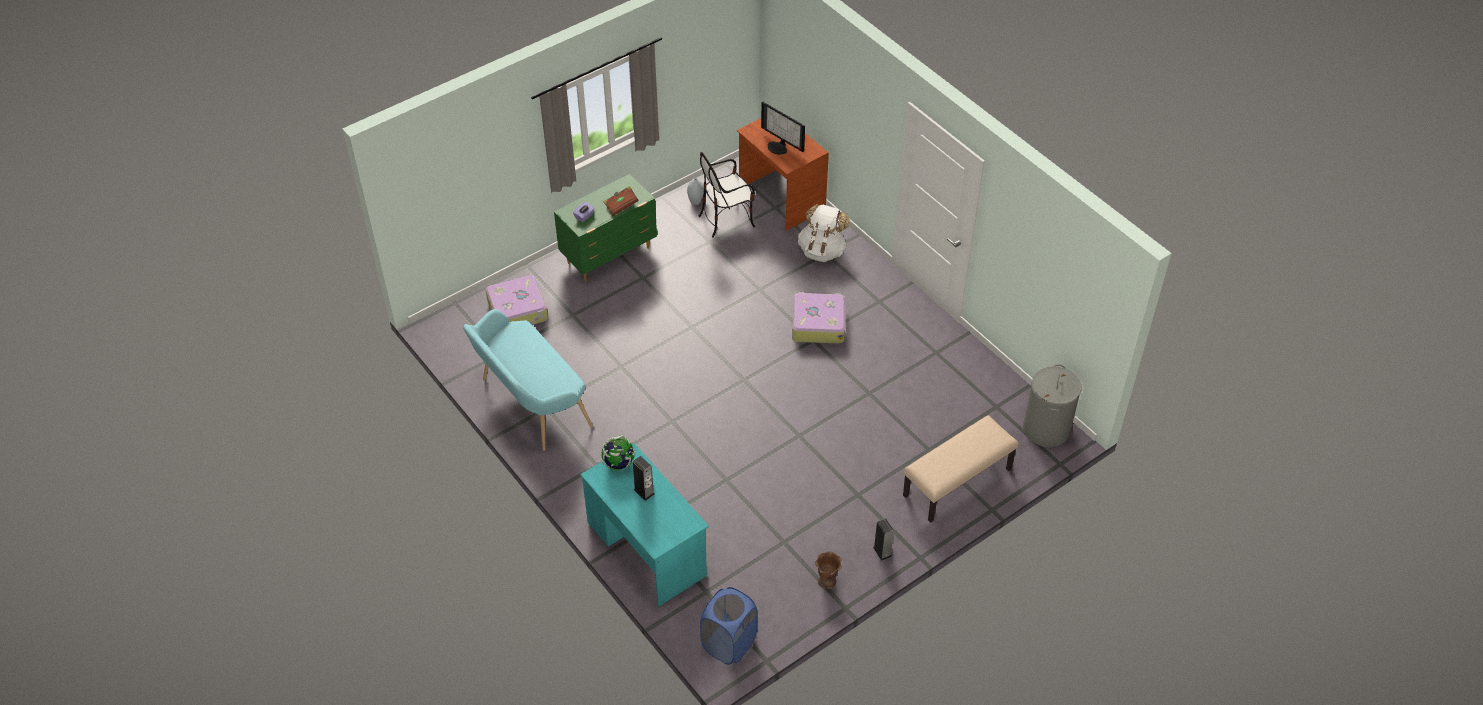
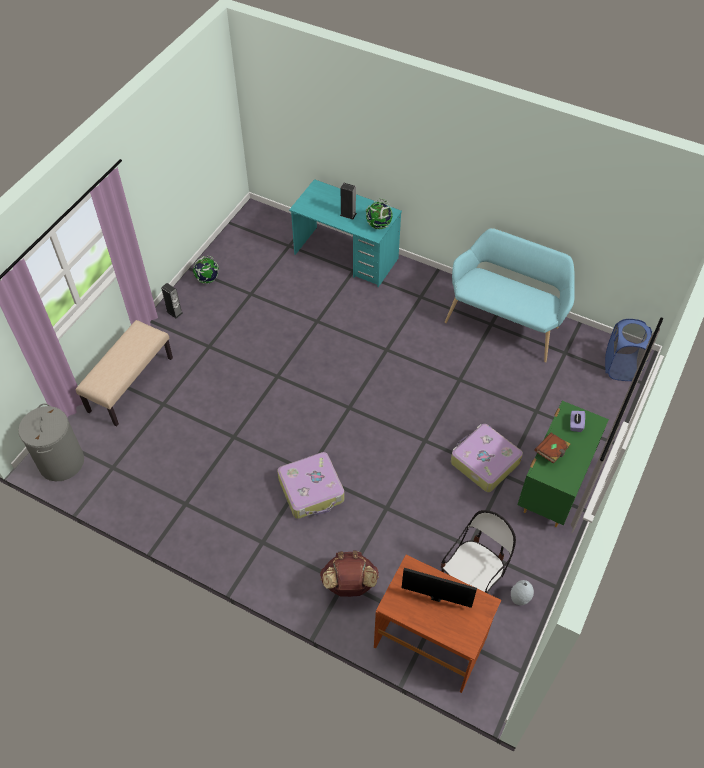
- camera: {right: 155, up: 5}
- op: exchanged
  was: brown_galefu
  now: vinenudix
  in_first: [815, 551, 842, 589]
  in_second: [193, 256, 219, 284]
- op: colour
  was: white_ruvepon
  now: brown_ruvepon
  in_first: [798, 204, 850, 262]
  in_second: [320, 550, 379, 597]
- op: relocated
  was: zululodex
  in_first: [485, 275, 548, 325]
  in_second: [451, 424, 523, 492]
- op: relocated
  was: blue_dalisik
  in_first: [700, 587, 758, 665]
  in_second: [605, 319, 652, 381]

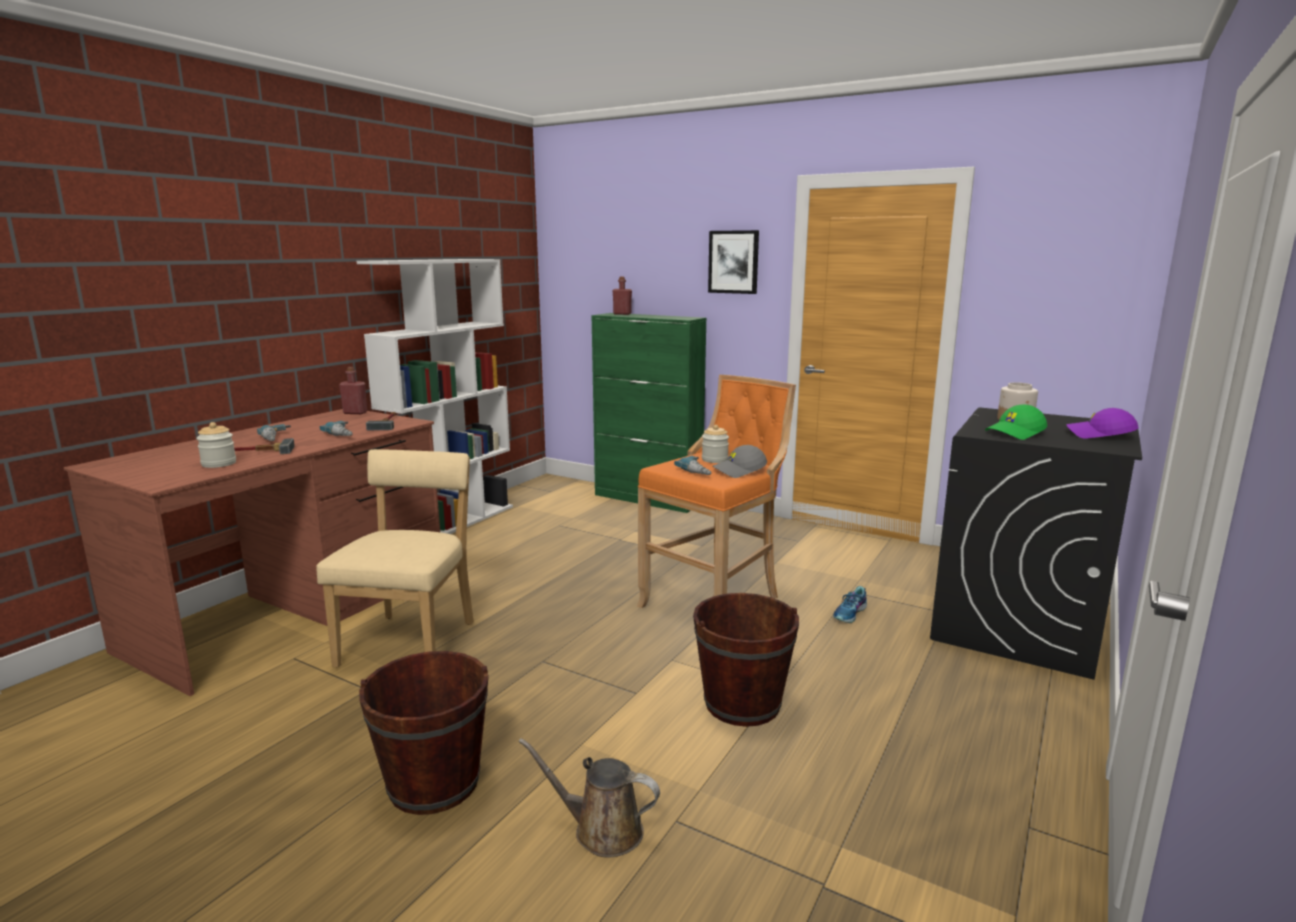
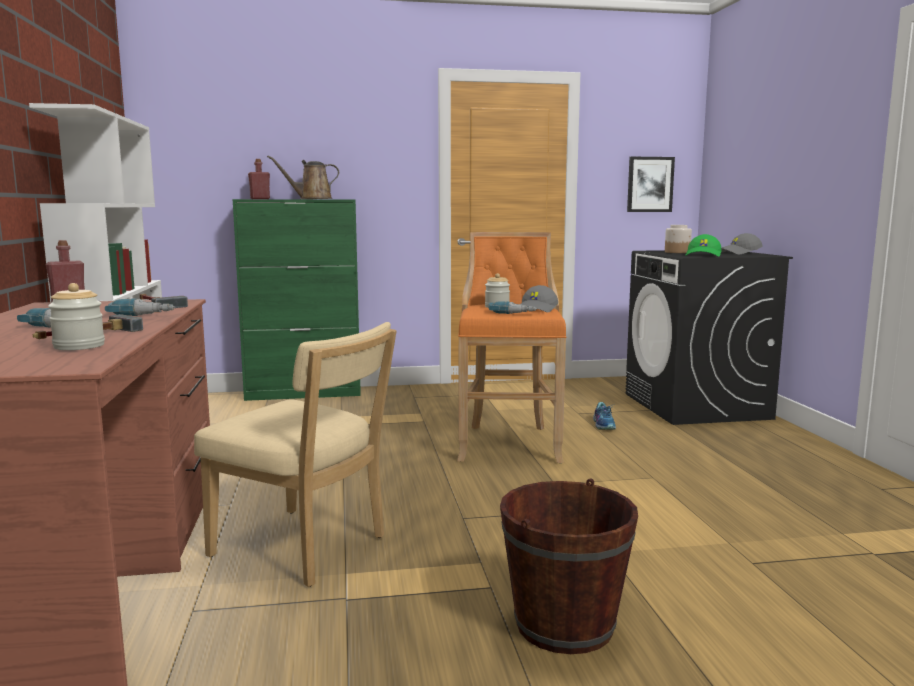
- camera: {right: -40, up: -5}
- op: spun
  was: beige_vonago
  in_first: [316, 449, 474, 668]
  in_second: [194, 322, 397, 587]
  clockwise: 150
- op: relocated
  was: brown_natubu
  in_first: [518, 738, 660, 858]
  in_second: [267, 155, 339, 199]
- op: relocated
  was: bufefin
  in_first: [708, 230, 759, 294]
  in_second: [627, 157, 675, 212]
- op: colour
  was: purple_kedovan
  now: grey_kedovan
  in_first: [1067, 408, 1139, 439]
  in_second: [721, 233, 763, 254]
- op: missing
  was: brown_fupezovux
  in_first: [693, 593, 799, 727]

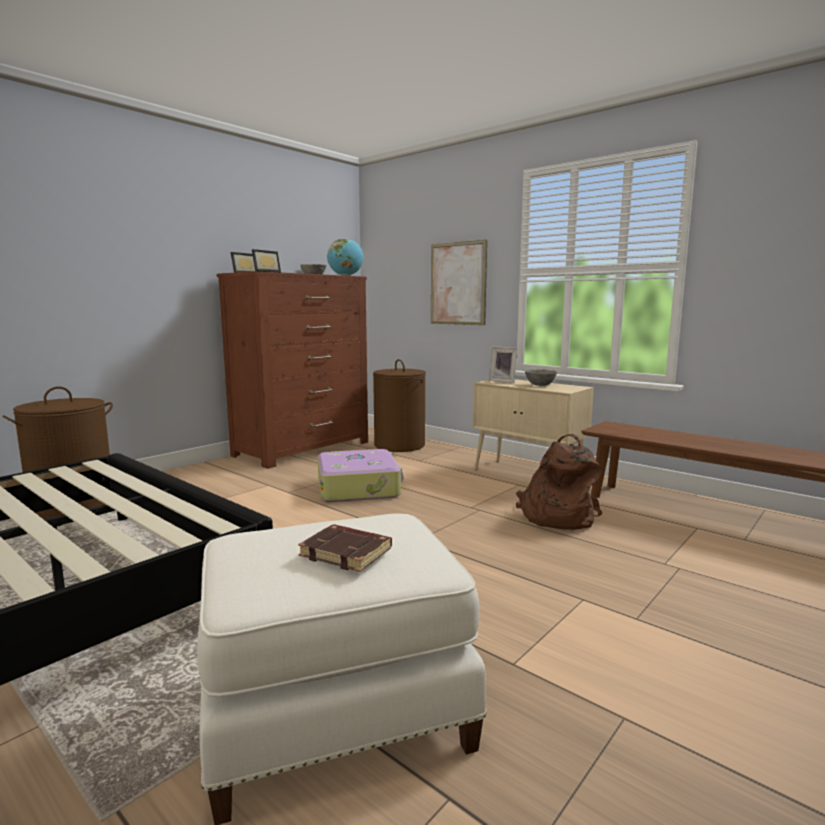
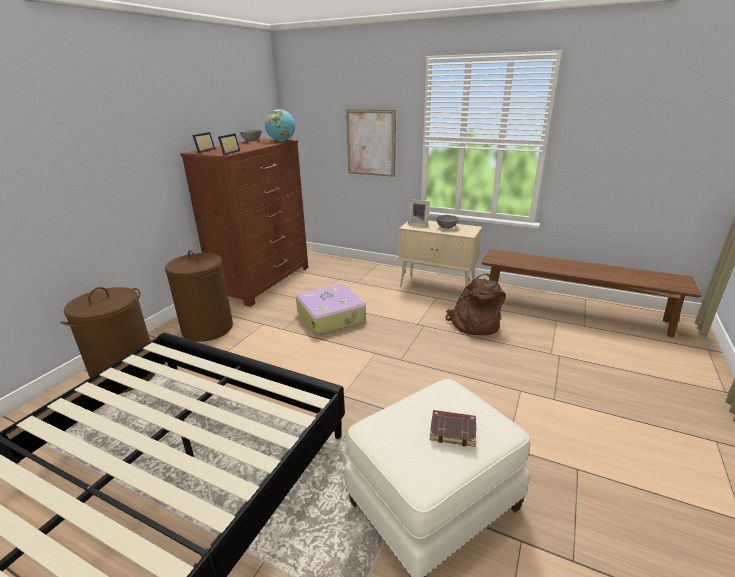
- camera: {right: -15, up: 15}
- op: relocated
  was: brown_dalisik
  in_first: [373, 359, 426, 452]
  in_second: [165, 250, 233, 342]

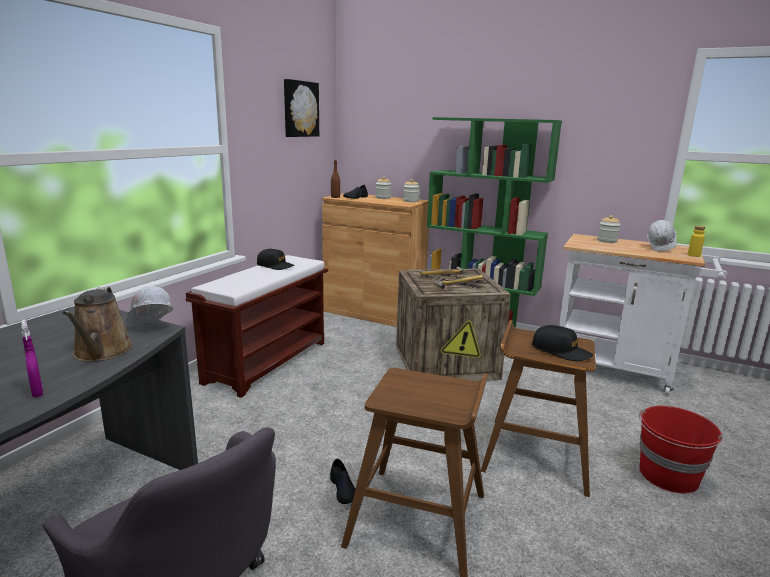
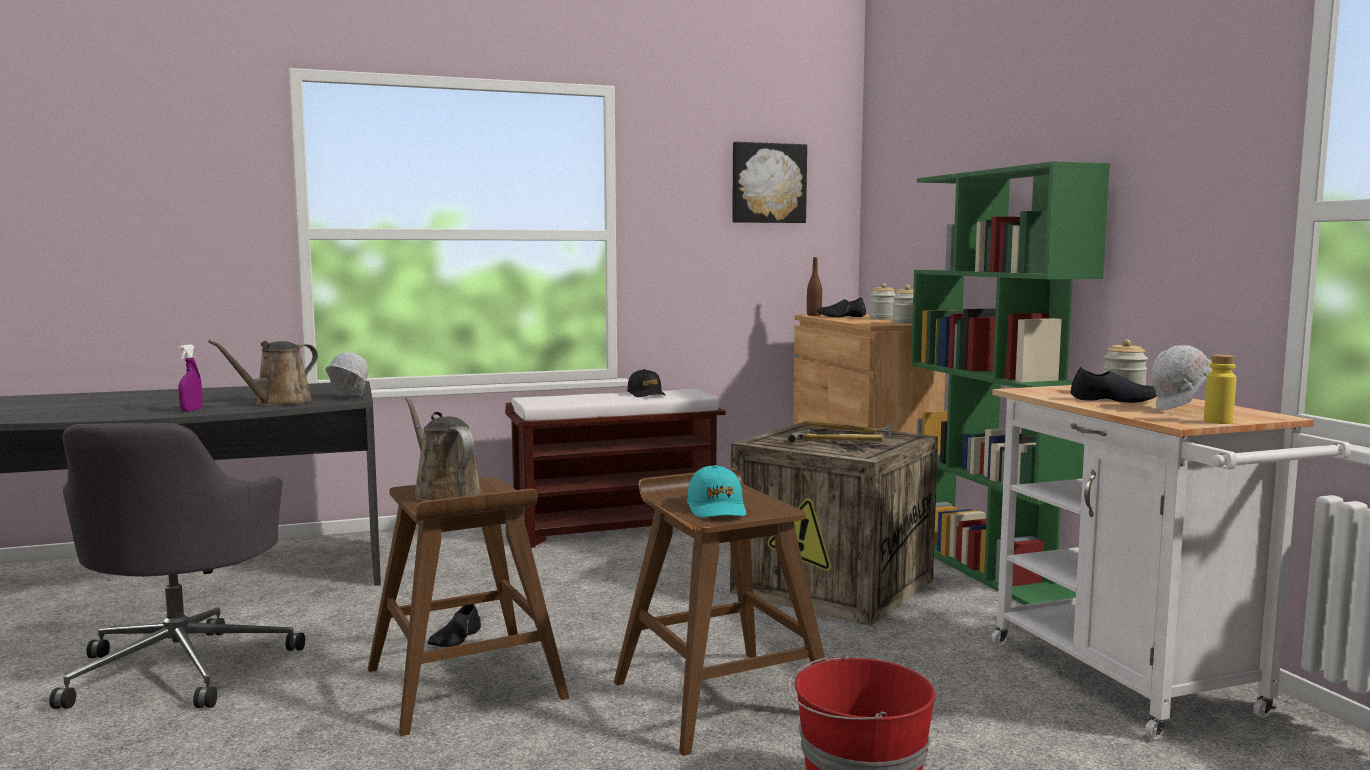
- camera: {right: 45, up: -10}
- op: appeared
  now: brown_natubu
  in_second: [405, 397, 482, 501]
- op: colour
  was: black_kedovan
  now: turquoise_kedovan
  in_first: [532, 325, 593, 361]
  in_second: [687, 465, 746, 518]
- op: appeared
  now: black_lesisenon
  in_second: [1070, 367, 1157, 403]

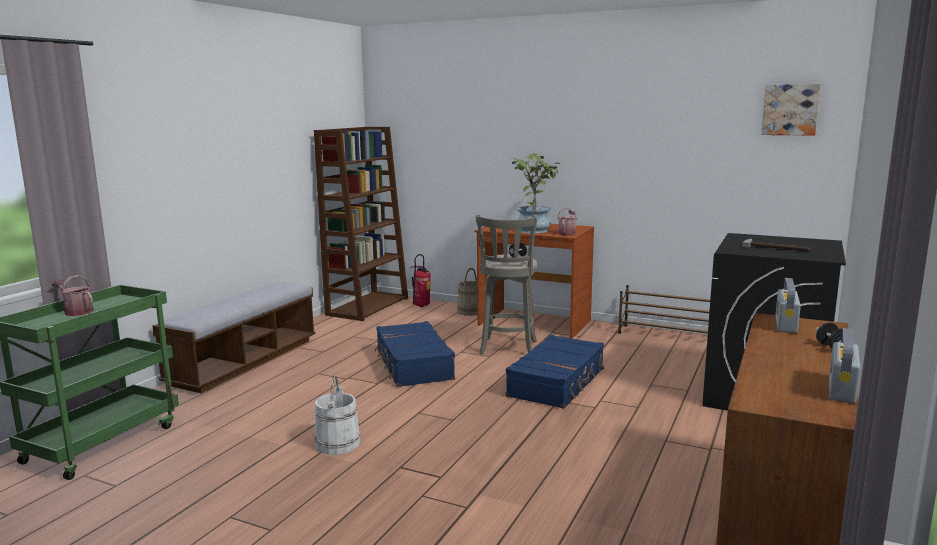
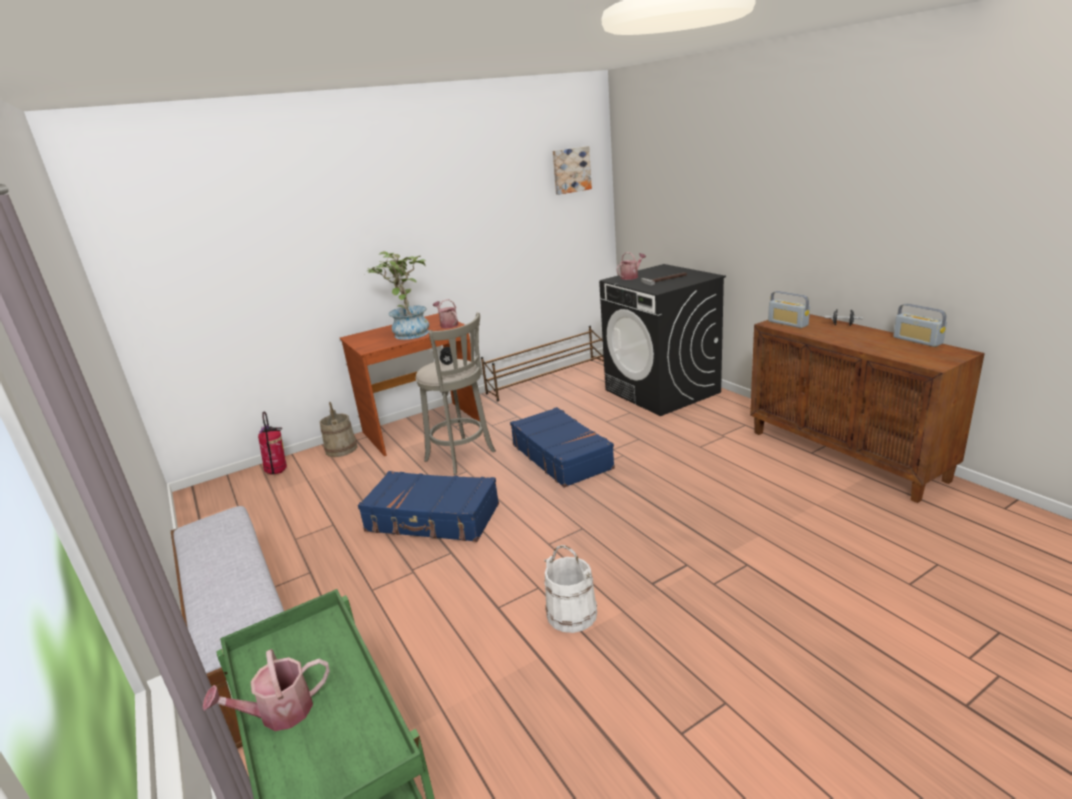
- camera: {right: -55, up: 10}
- op: appeared
  now: natubu
  in_second: [617, 252, 646, 280]
- op: missing
  was: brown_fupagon
  in_first: [314, 127, 408, 321]

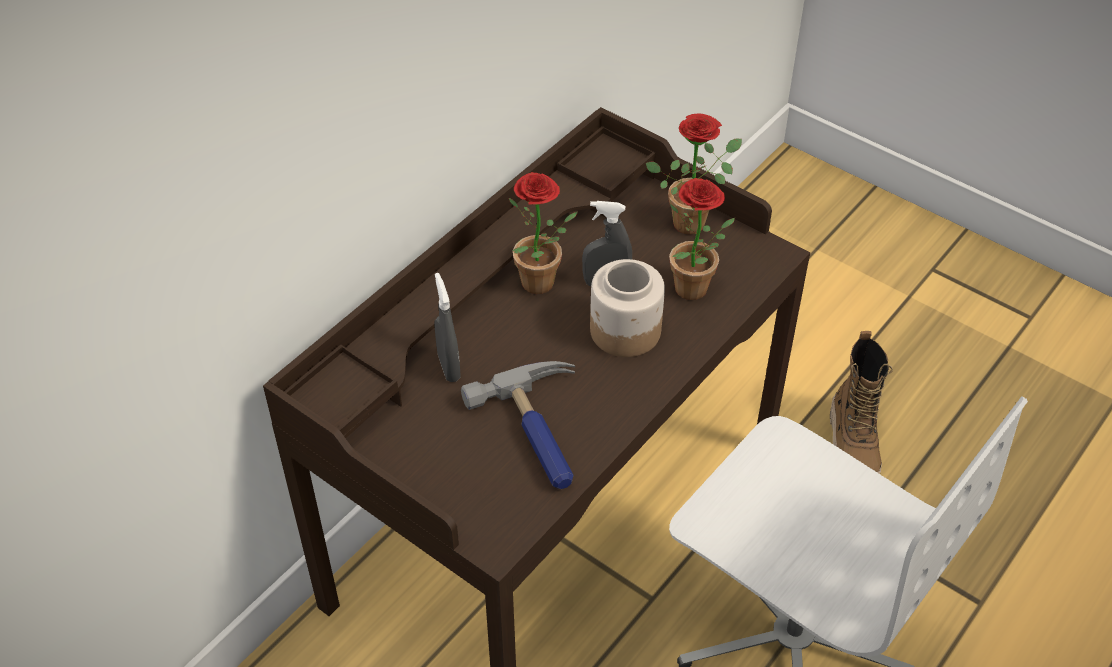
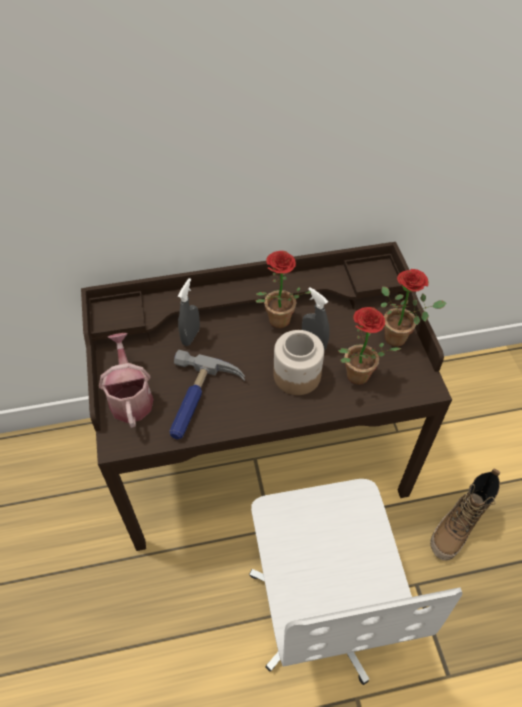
- camera: {right: 40, up: 5}
- op: appeared
  now: natubu
  in_second: [99, 333, 154, 428]

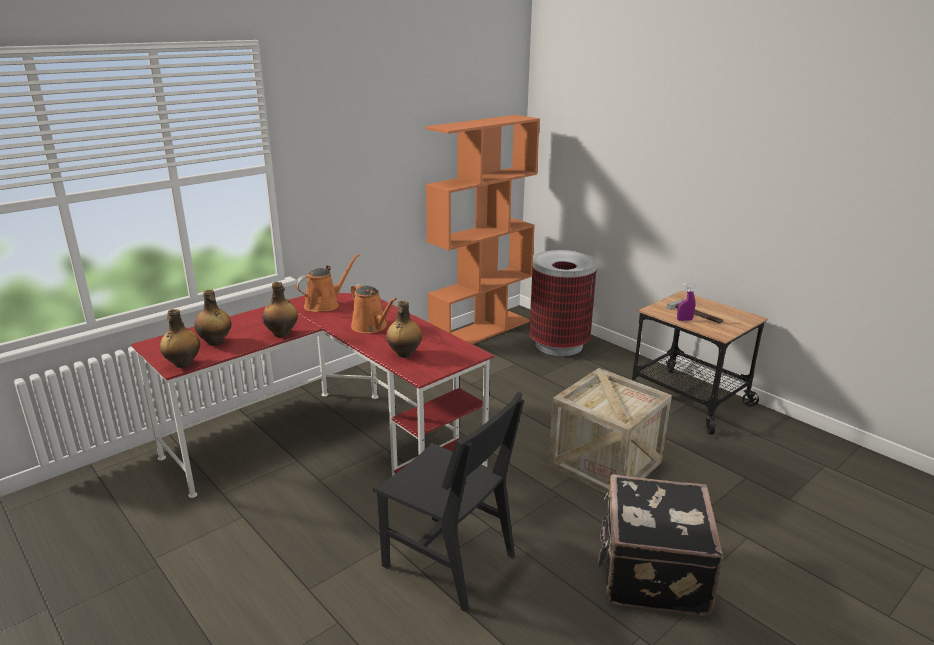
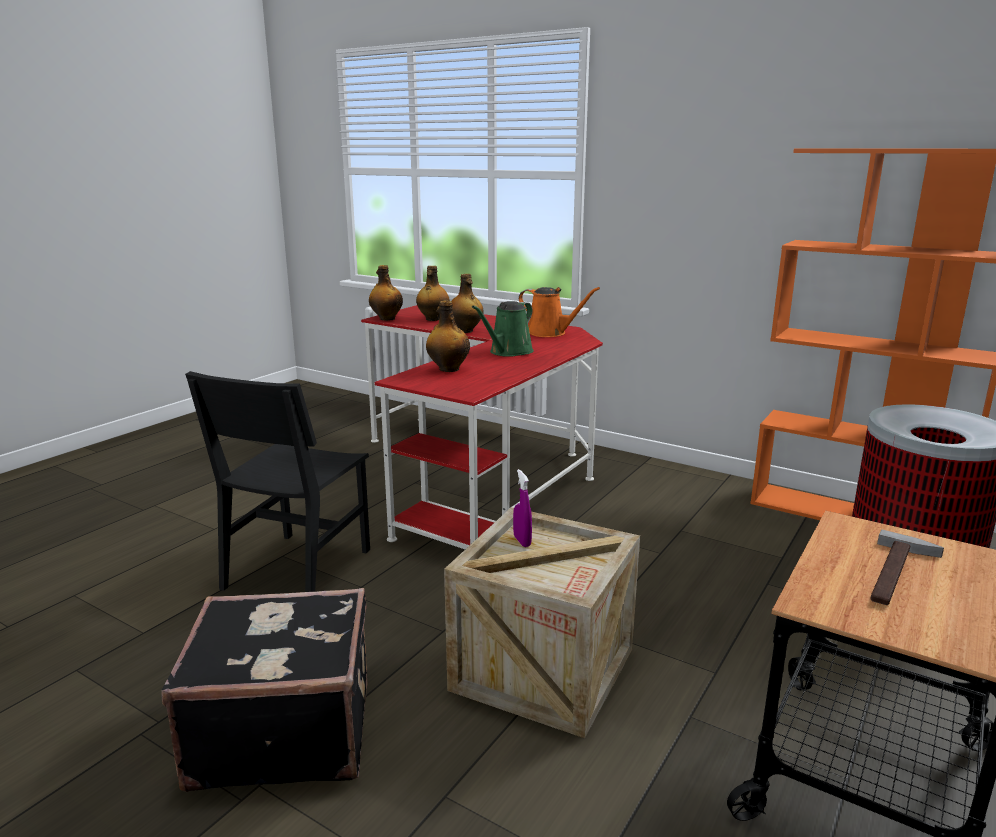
- camera: {right: 75, up: -5}
- op: colour
  was: orange_natubu
  now: green_natubu
  in_first: [351, 284, 397, 333]
  in_second: [472, 301, 534, 357]
- op: relocated
  was: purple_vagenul
  in_first: [677, 283, 695, 321]
  in_second: [513, 469, 532, 547]

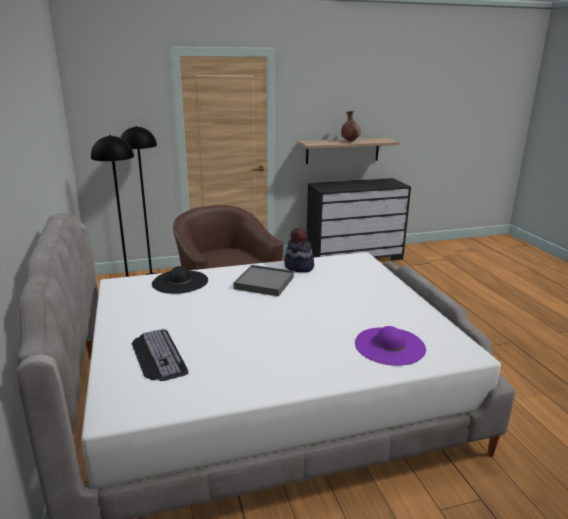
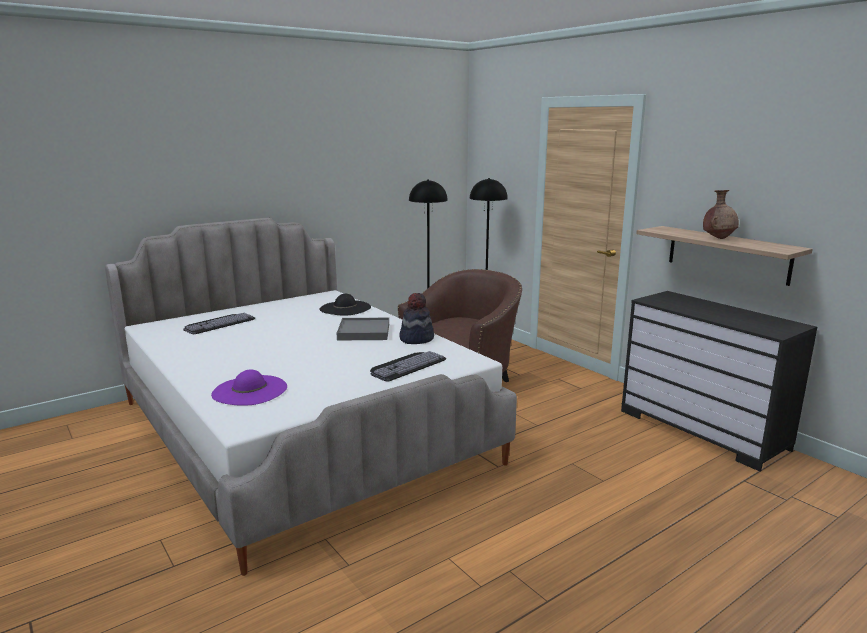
- camera: {right: 70, up: -5}
- op: appeared
  now: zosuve
  in_second: [370, 351, 446, 382]

